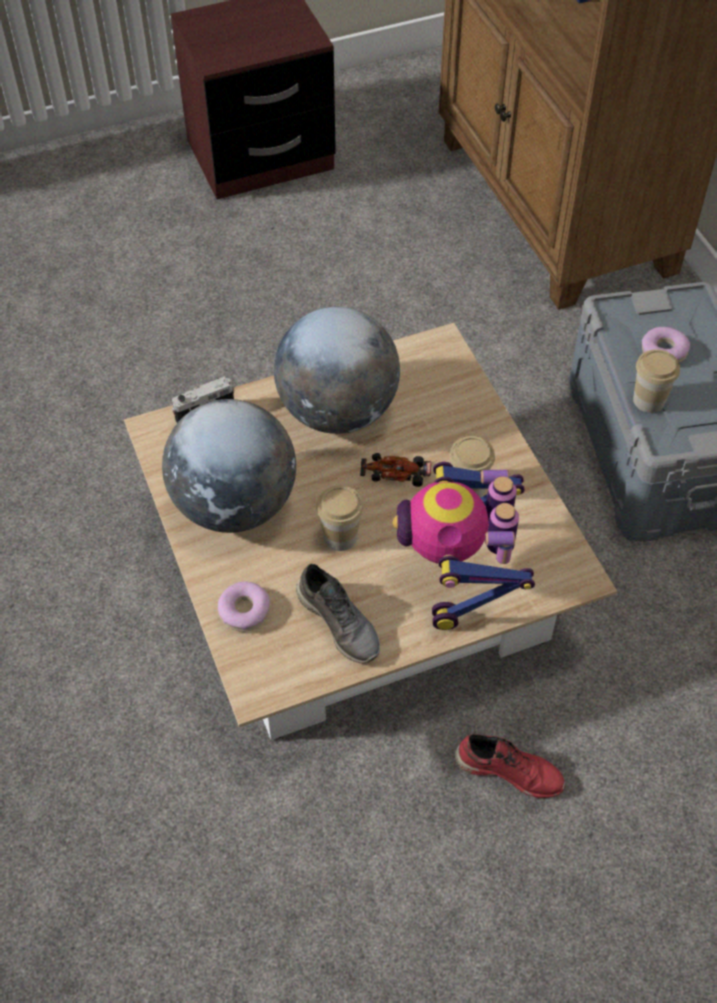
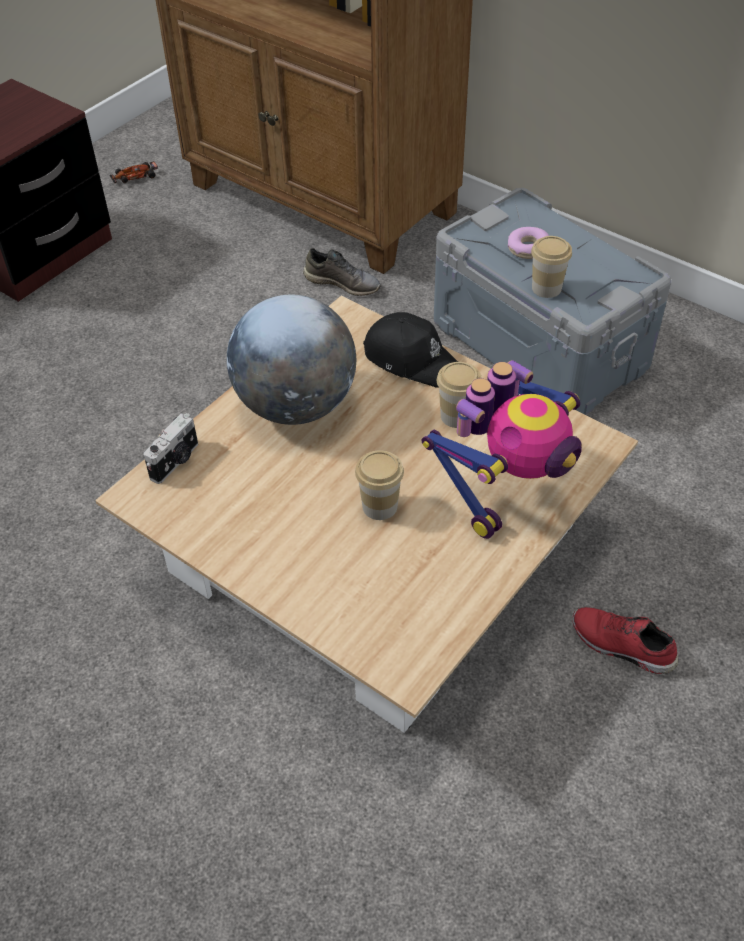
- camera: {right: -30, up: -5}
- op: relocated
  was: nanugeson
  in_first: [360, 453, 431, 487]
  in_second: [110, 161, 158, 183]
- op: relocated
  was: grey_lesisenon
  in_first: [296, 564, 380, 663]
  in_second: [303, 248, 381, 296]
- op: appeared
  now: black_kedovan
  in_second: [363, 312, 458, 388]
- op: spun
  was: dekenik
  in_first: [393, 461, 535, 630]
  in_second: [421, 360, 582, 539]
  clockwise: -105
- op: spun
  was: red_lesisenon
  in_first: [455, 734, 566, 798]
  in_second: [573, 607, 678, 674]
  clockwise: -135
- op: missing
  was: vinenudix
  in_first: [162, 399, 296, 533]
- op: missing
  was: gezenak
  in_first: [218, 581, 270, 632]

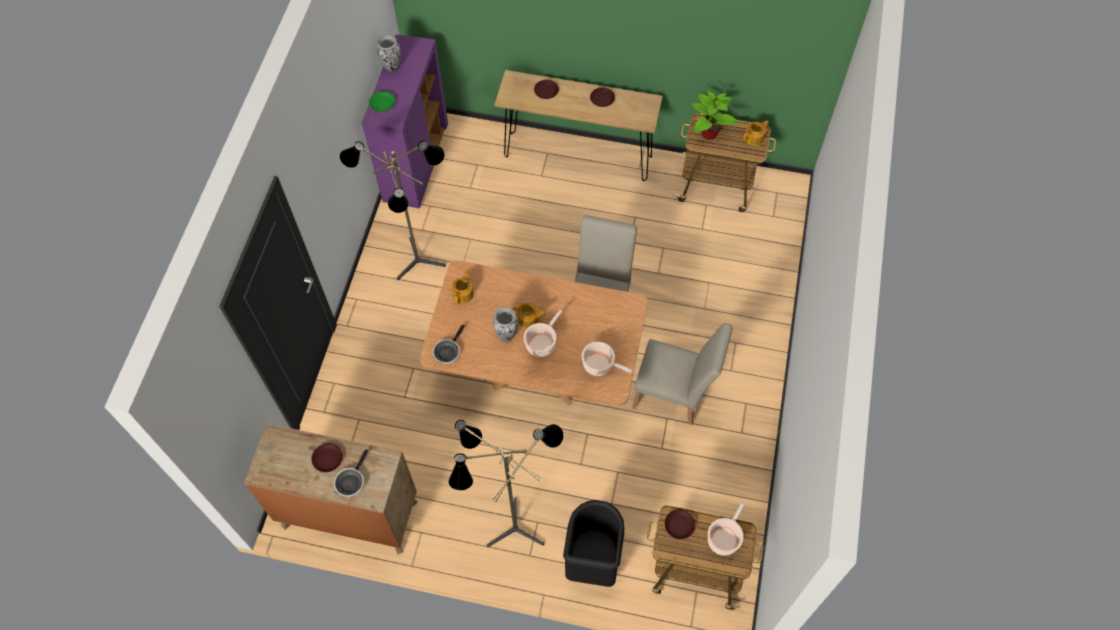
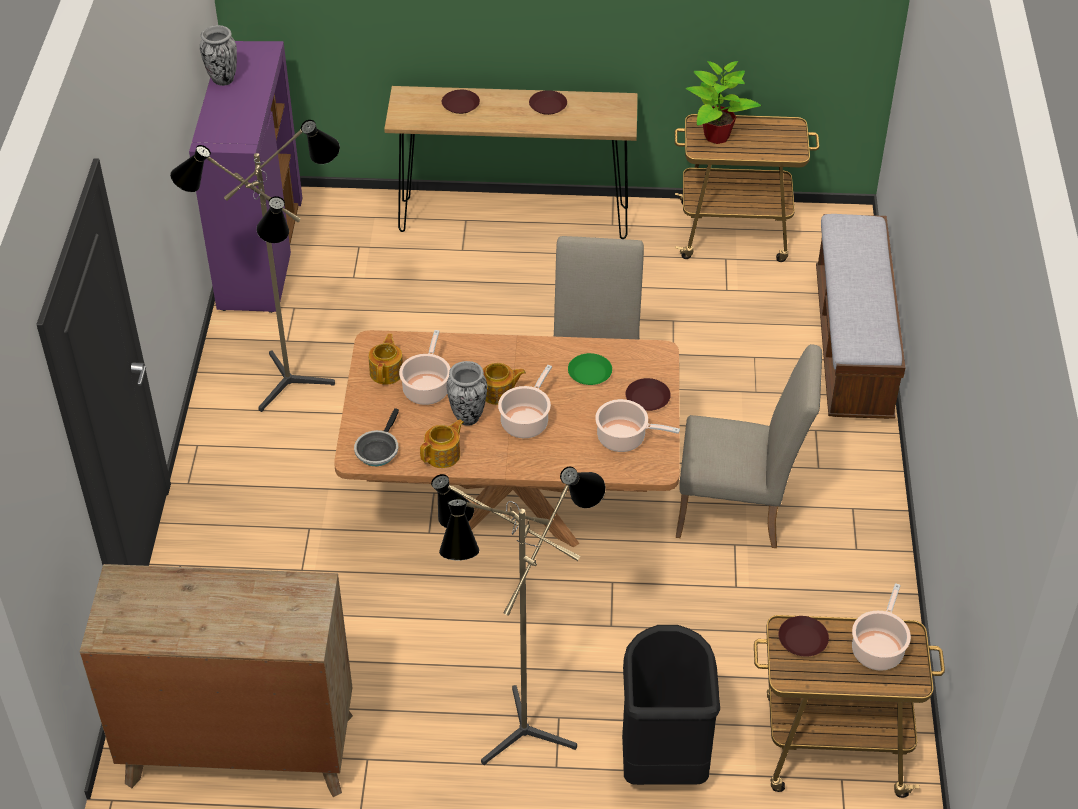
- camera: {right: -10, up: -15}
- op: appeared
  now: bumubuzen
  in_second: [399, 330, 451, 405]
- op: relocated
  was: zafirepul
  in_first: [743, 120, 769, 146]
  in_second: [420, 419, 464, 468]
- op: relocated
  was: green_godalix
  in_first: [369, 91, 395, 112]
  in_second: [568, 353, 612, 385]
- op: relocated
  was: brown_godalix
  in_first: [312, 443, 343, 472]
  in_second: [626, 378, 671, 411]
- op: appeared
  now: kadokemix
  in_second: [816, 214, 905, 419]
- op: missing
  was: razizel
  in_first: [334, 449, 368, 497]

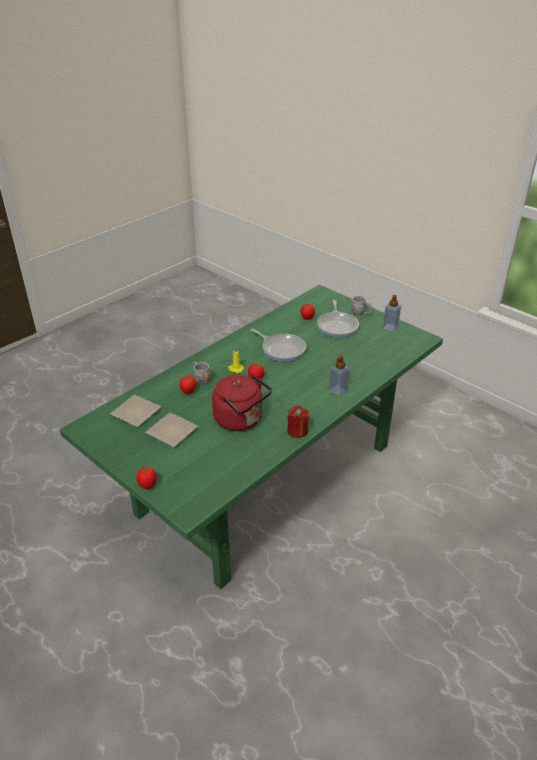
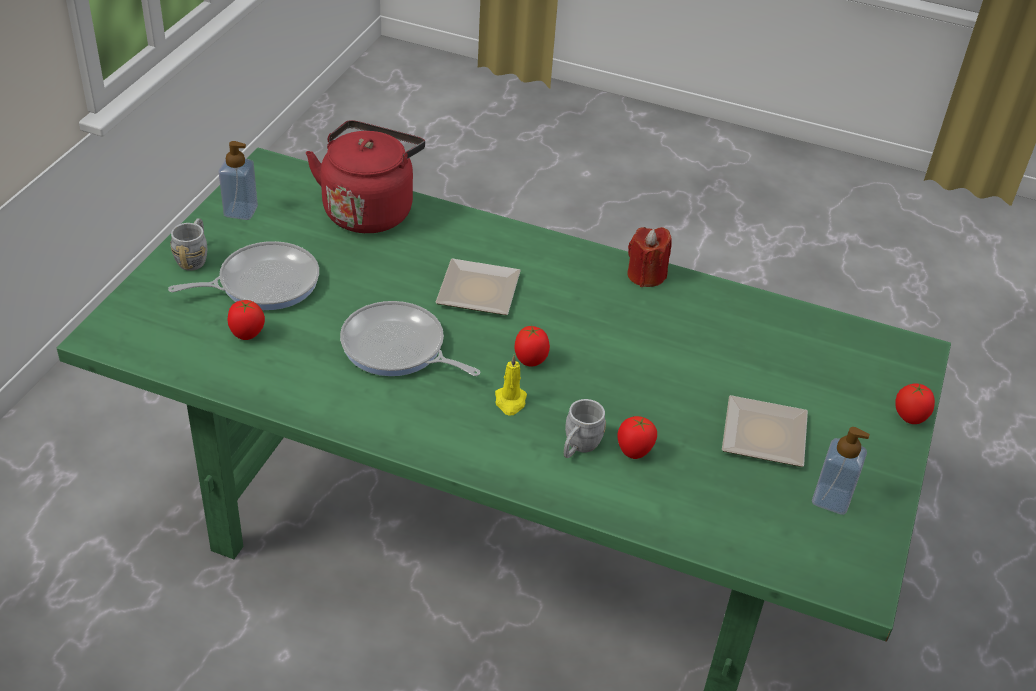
- camera: {right: -115, up: 5}
- op: relocated
  was: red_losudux
  in_first: [212, 374, 272, 431]
  in_second: [306, 120, 425, 233]
- op: spun
  was: razizel
  in_first: [250, 329, 306, 362]
  in_second: [340, 301, 481, 376]
  clockwise: -75
- op: relocated
  was: godalix
  in_first: [110, 395, 162, 427]
  in_second: [435, 259, 521, 315]
- op: relocated
  was: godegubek
  in_first: [329, 356, 350, 396]
  in_second: [812, 427, 870, 515]

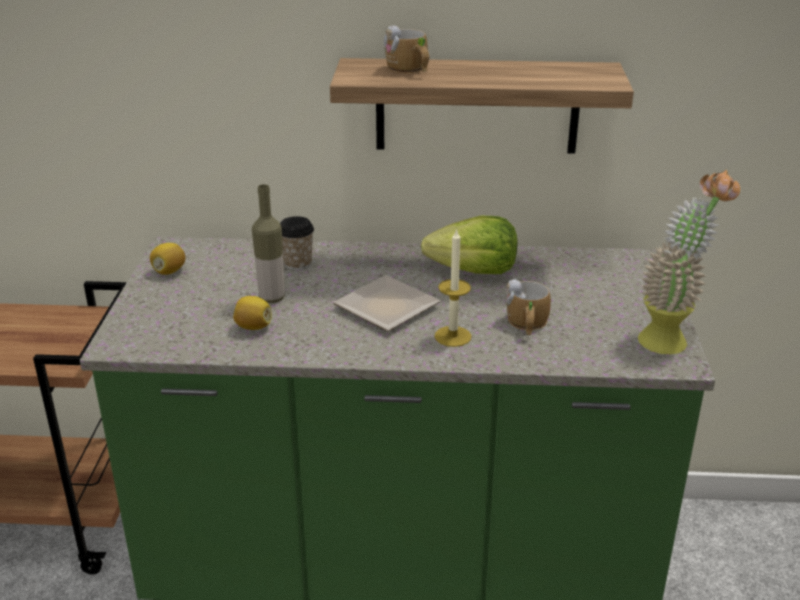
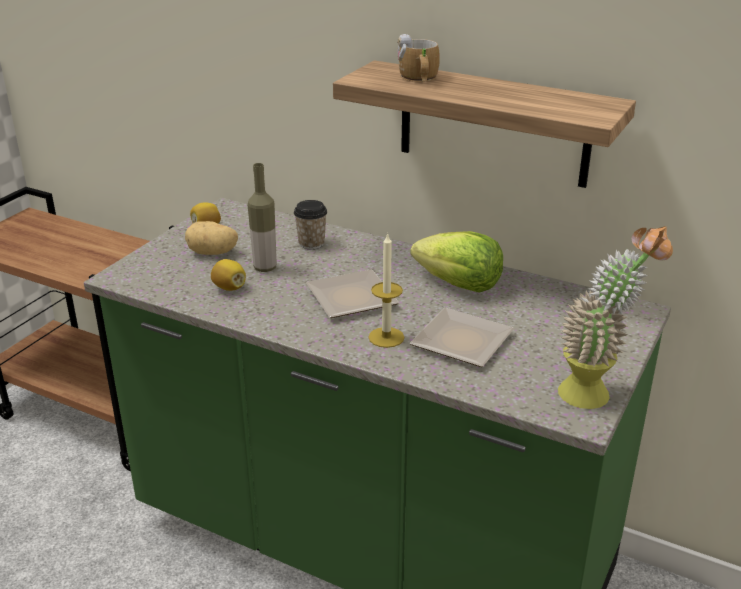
- camera: {right: 25, up: 0}
- op: appeared
  now: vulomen
  in_second: [185, 221, 238, 255]
- op: exchanged
  was: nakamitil
  now: godalix
  in_first: [506, 280, 551, 335]
  in_second: [410, 308, 514, 367]

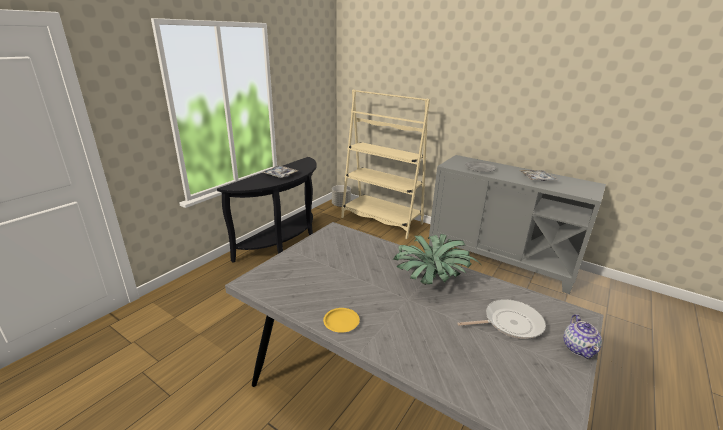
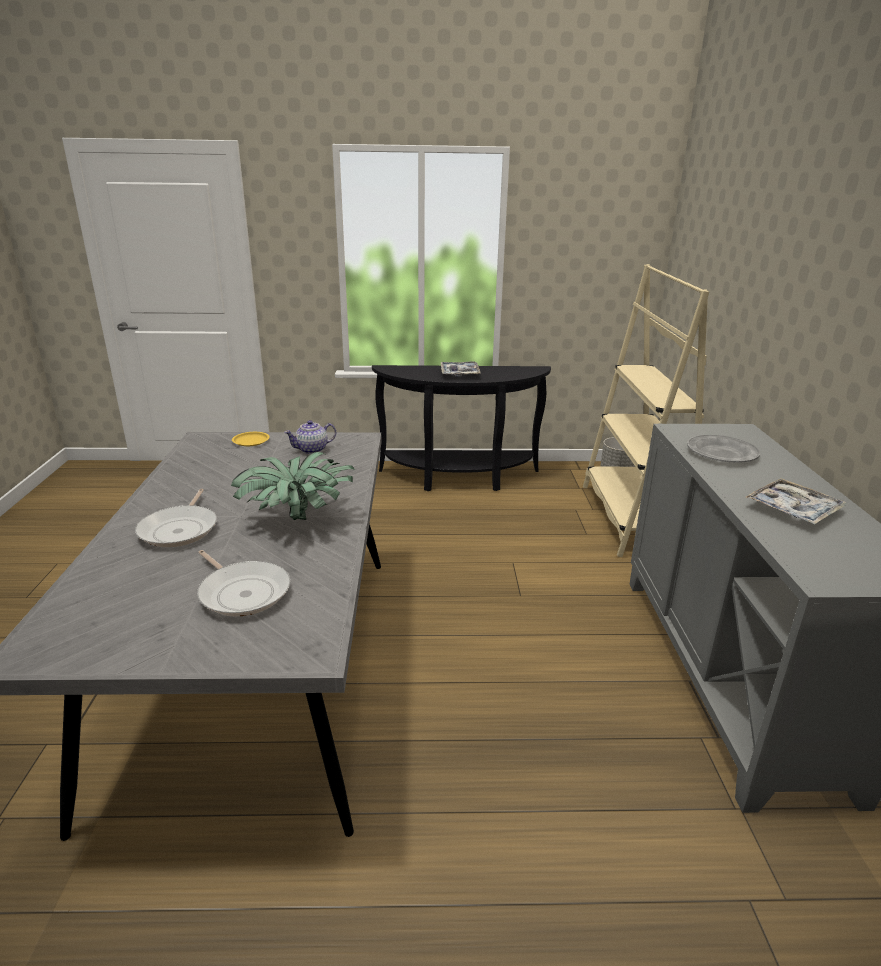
- camera: {right: 55, up: 0}
- op: appeared
  now: razizel
  in_second: [135, 489, 217, 547]
- op: relocated
  was: yellow_godalix
  in_first: [323, 308, 360, 333]
  in_second: [232, 432, 269, 446]
- op: relocated
  was: zafirepul
  in_first: [563, 314, 602, 359]
  in_second: [284, 420, 336, 454]

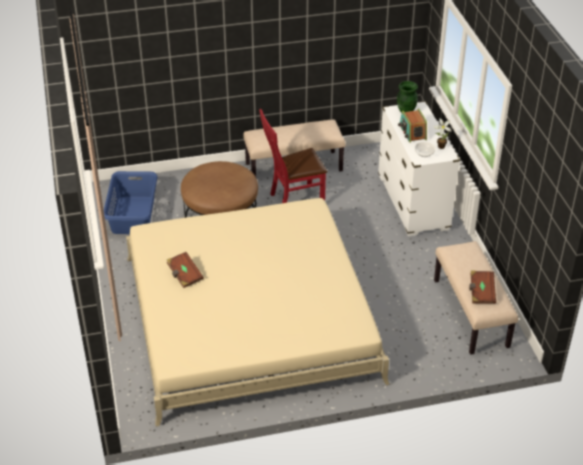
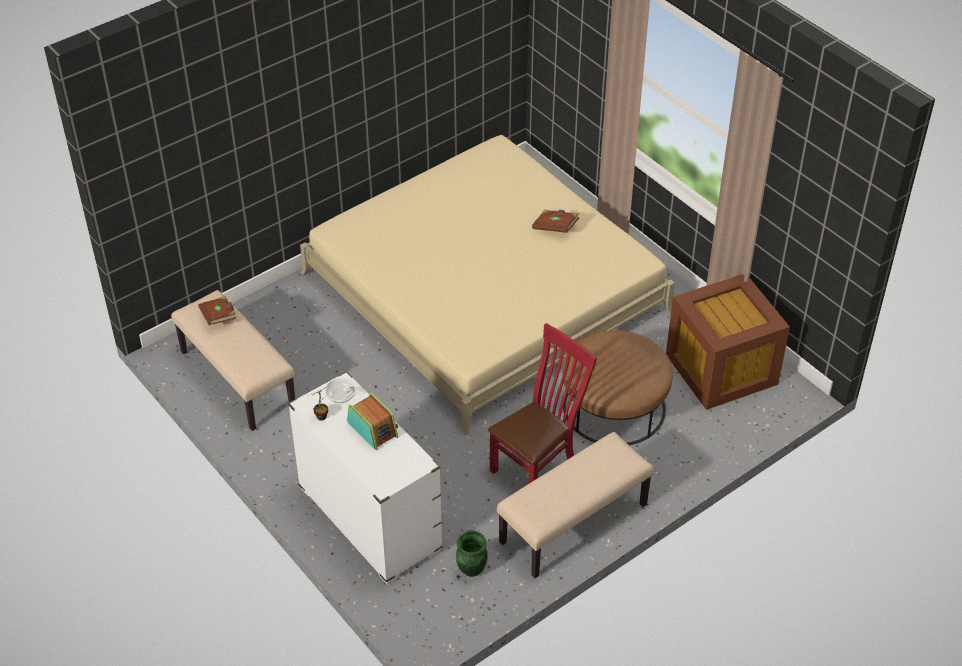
- camera: {right: 155, up: 5}
- op: relocated
  was: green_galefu
  in_first: [397, 81, 418, 113]
  in_second: [456, 531, 488, 577]
- op: exchanged
  was: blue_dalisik
  now: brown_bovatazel
  in_first: [104, 171, 158, 234]
  in_second: [666, 275, 790, 410]

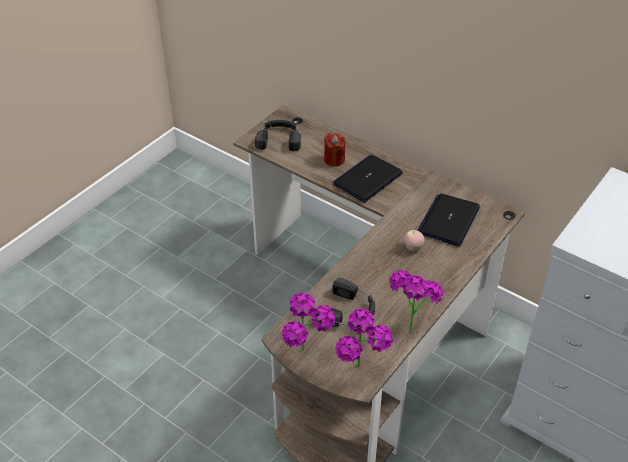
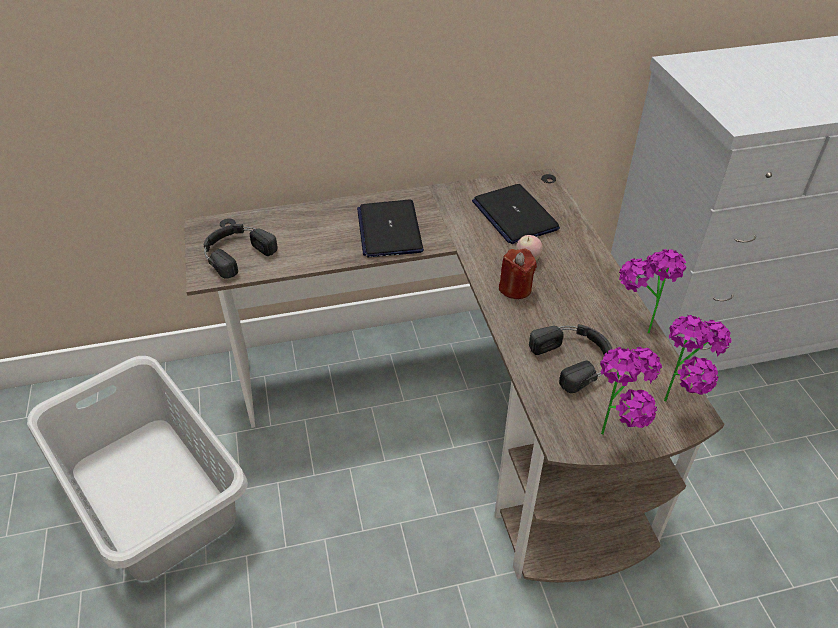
- camera: {right: -50, up: 0}
- op: appeared
  now: grey_dalisik
  in_second: [27, 356, 248, 581]
- op: relocated
  was: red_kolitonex
  in_first: [324, 133, 345, 167]
  in_second: [499, 249, 537, 299]

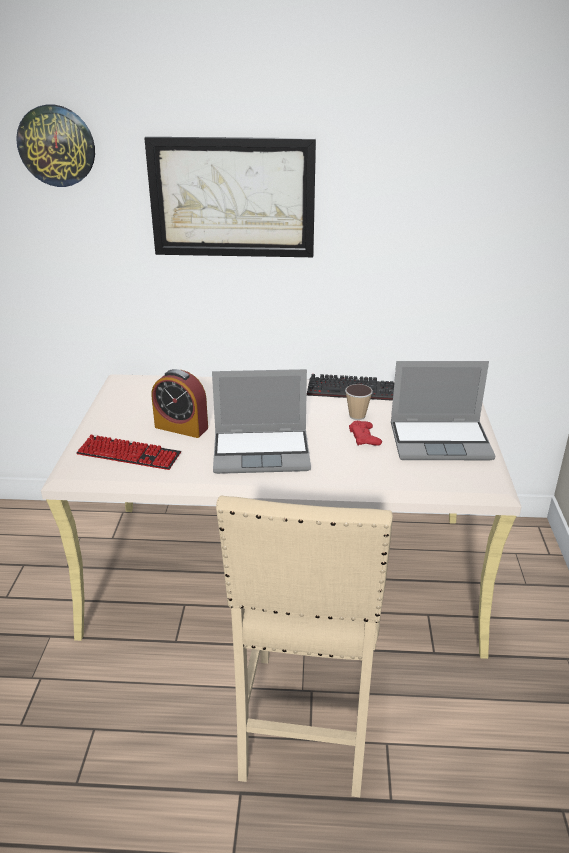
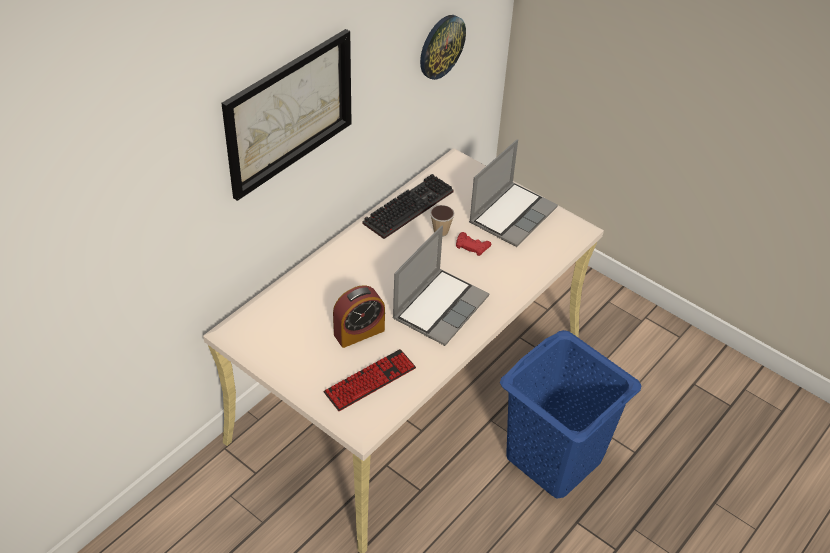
- camera: {right: -55, up: 15}
- op: relocated
  was: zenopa
  in_first: [16, 104, 95, 187]
  in_second: [420, 15, 466, 80]
- op: exchanged
  was: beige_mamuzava
  now: blue_dalisik
  in_first: [216, 496, 393, 797]
  in_second: [500, 330, 642, 498]

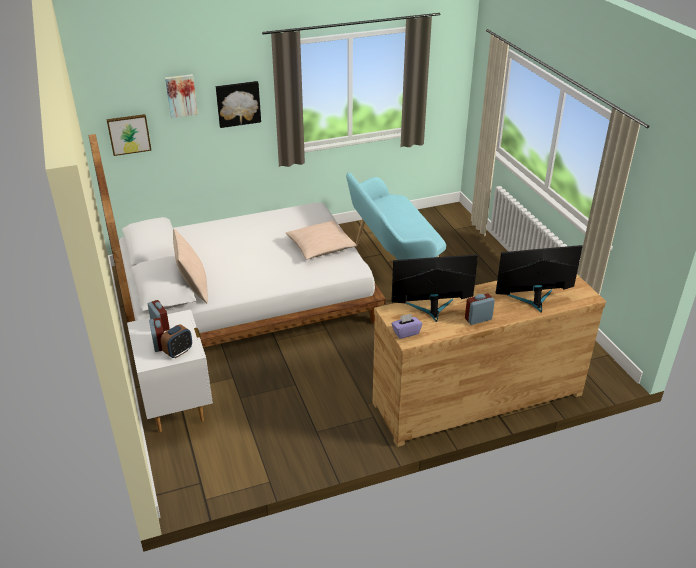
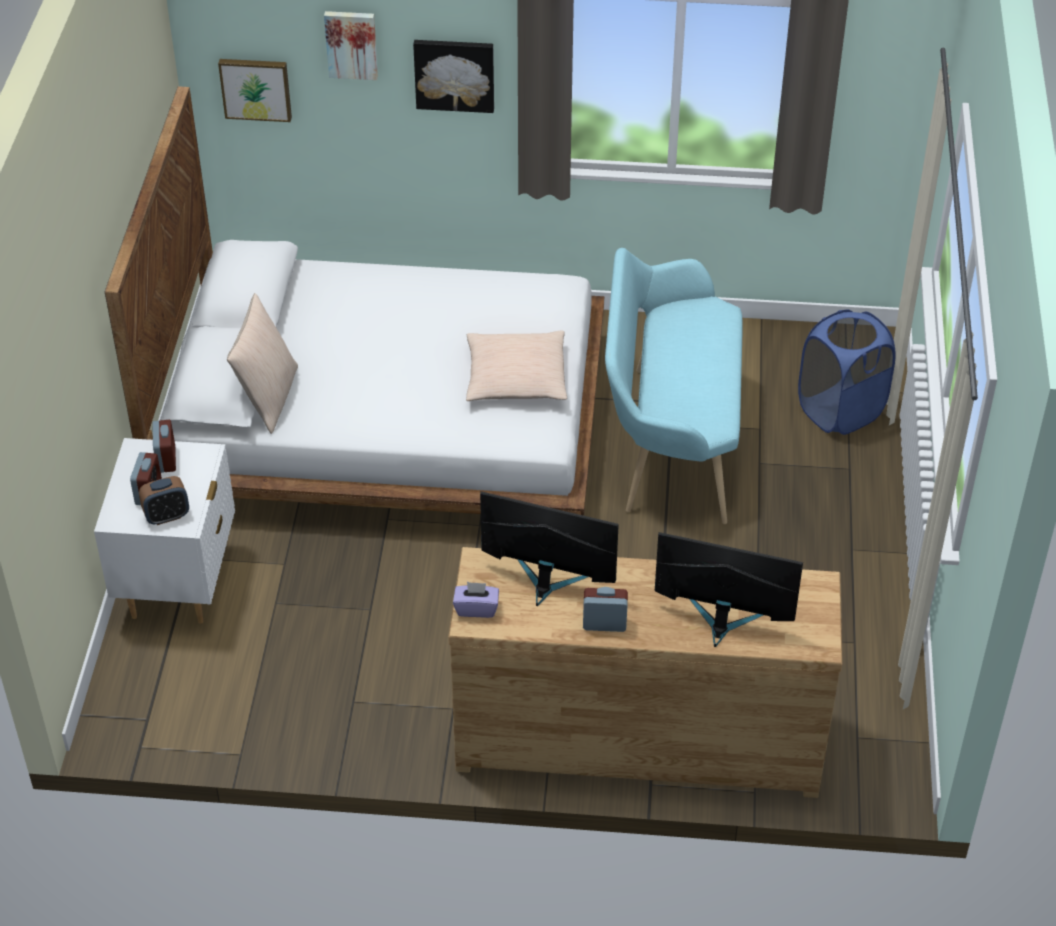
- camera: {right: 25, up: 10}
- op: appeared
  now: blue_dalisik
  in_second: [798, 309, 896, 435]

